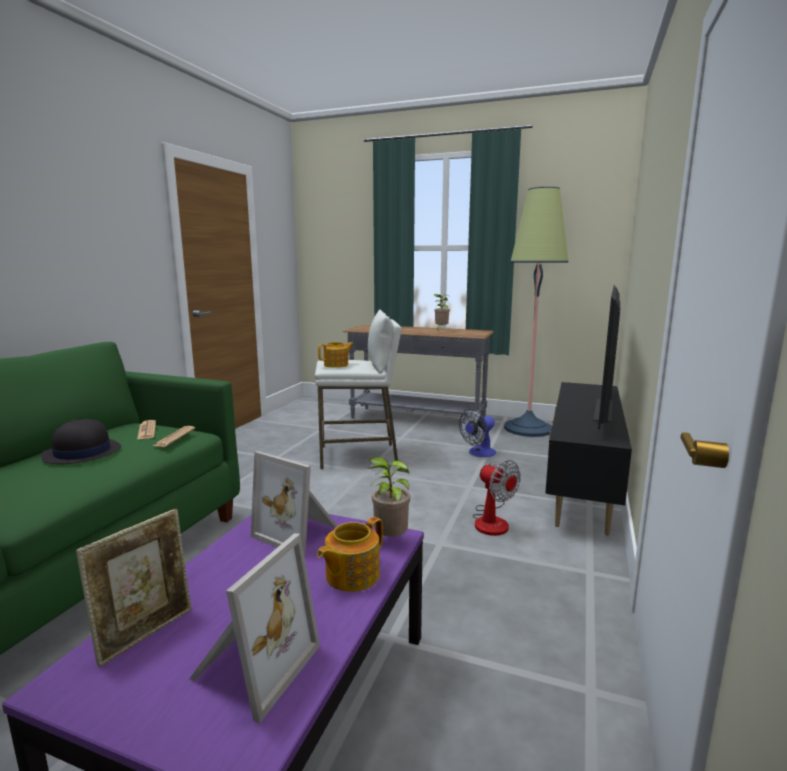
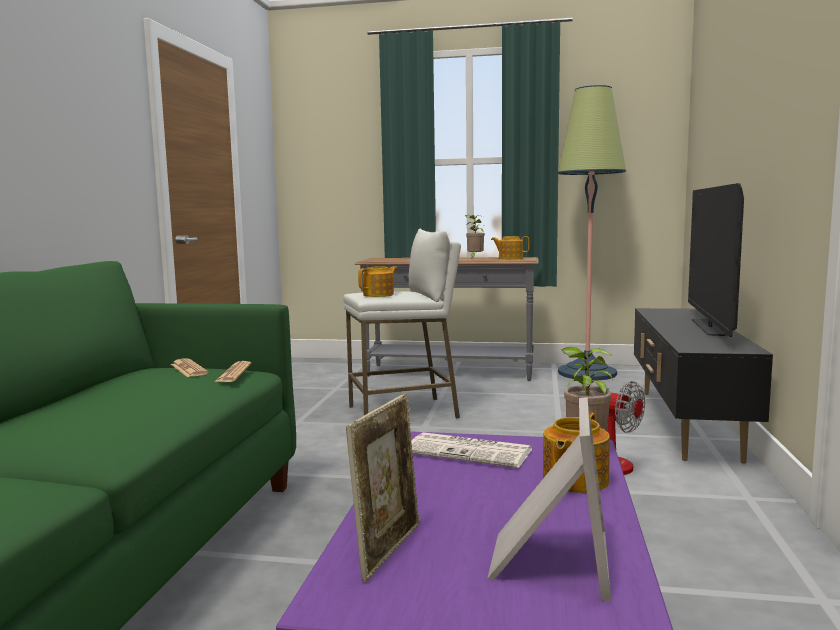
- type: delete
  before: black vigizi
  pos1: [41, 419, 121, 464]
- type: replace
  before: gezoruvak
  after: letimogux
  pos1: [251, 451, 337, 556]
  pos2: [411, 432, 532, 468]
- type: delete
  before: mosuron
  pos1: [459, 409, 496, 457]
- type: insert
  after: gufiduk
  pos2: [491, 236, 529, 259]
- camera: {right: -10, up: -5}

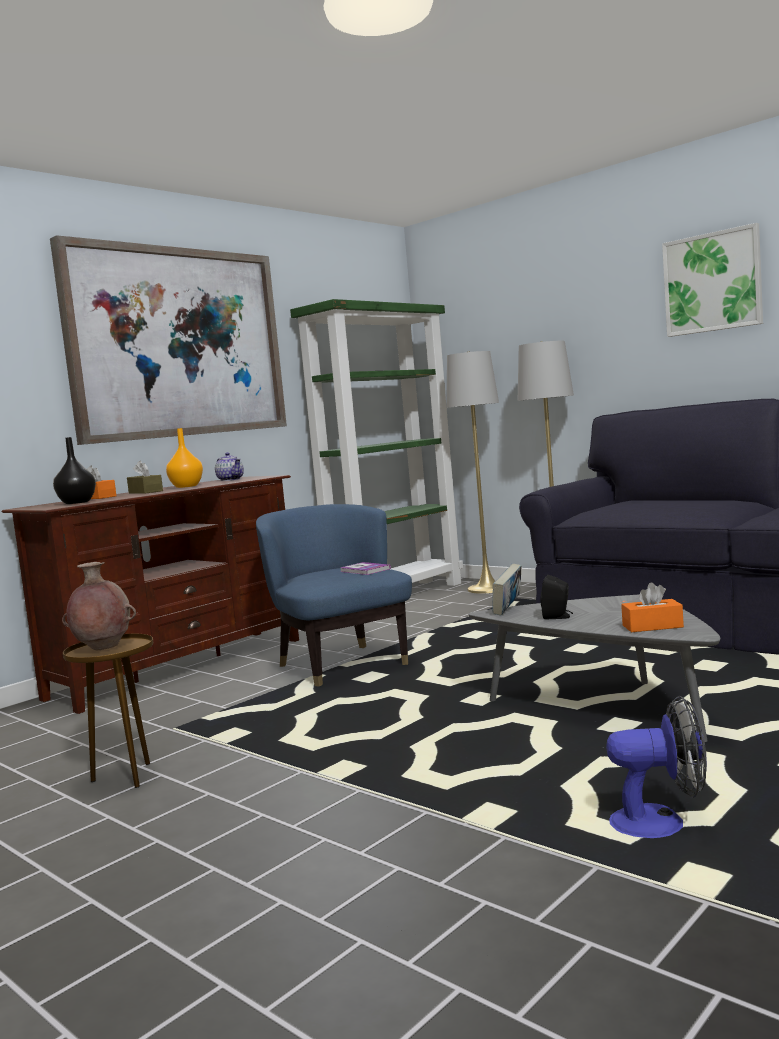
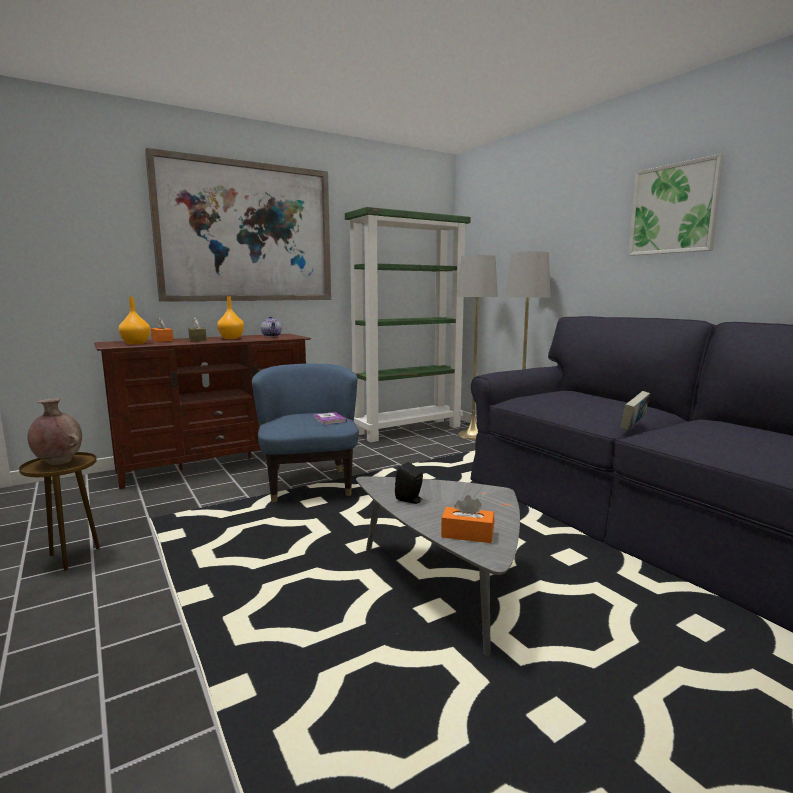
- type: recolor
  before: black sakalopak
  after: orange sakalopak
  pos1: [53, 437, 96, 504]
  pos2: [118, 297, 150, 344]
- type: move
  before: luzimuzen
  pos1: [492, 564, 522, 615]
  pos2: [621, 391, 650, 430]
- type: delete
  before: mosuron
  pos1: [606, 696, 707, 838]
- camera: {right: 15, up: 5}

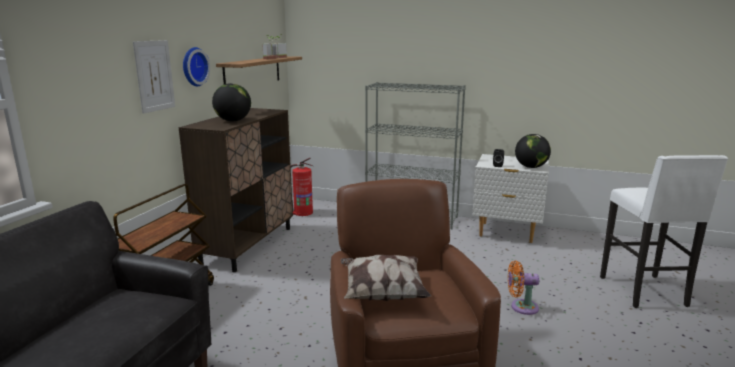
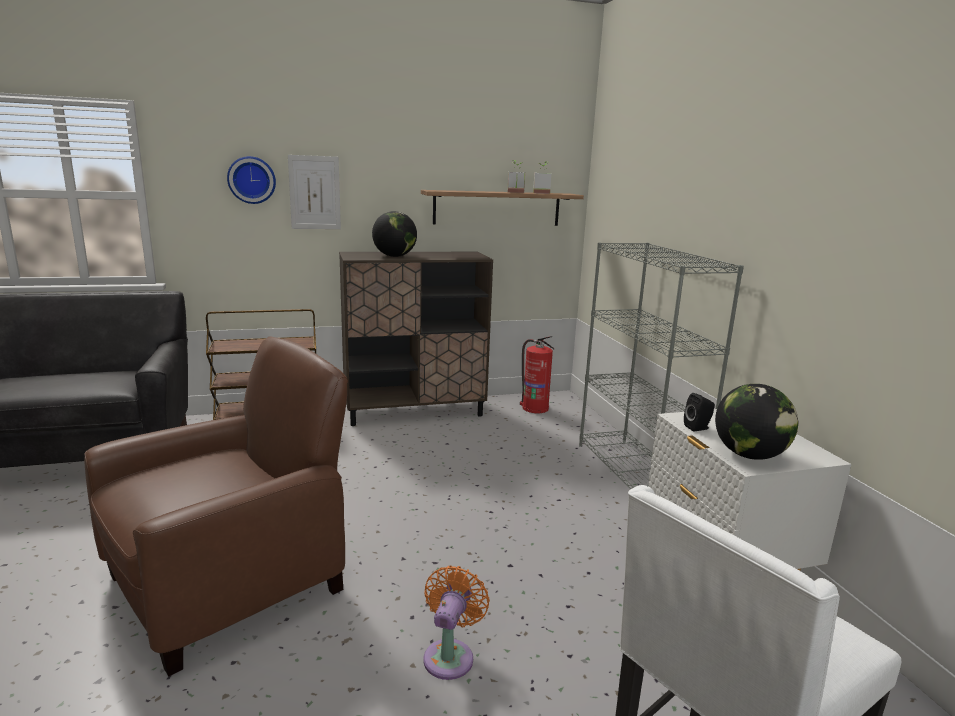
- type: move
  before: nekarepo
  pos1: [183, 47, 210, 86]
  pos2: [227, 156, 276, 204]
- type: delete
  before: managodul
  pos1: [341, 255, 431, 301]
- type: rotate
  before: orange mosuron
  pos1: [508, 261, 539, 315]
  pos2: [424, 566, 490, 680]
  turn: 45
- camera: {right: 55, up: 0}

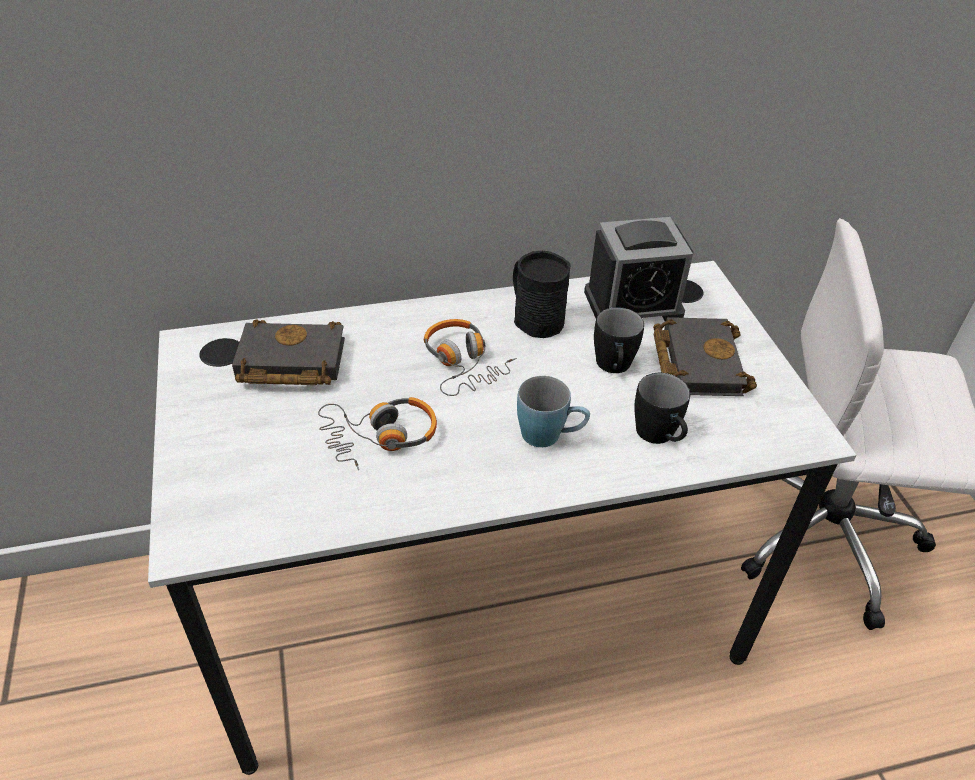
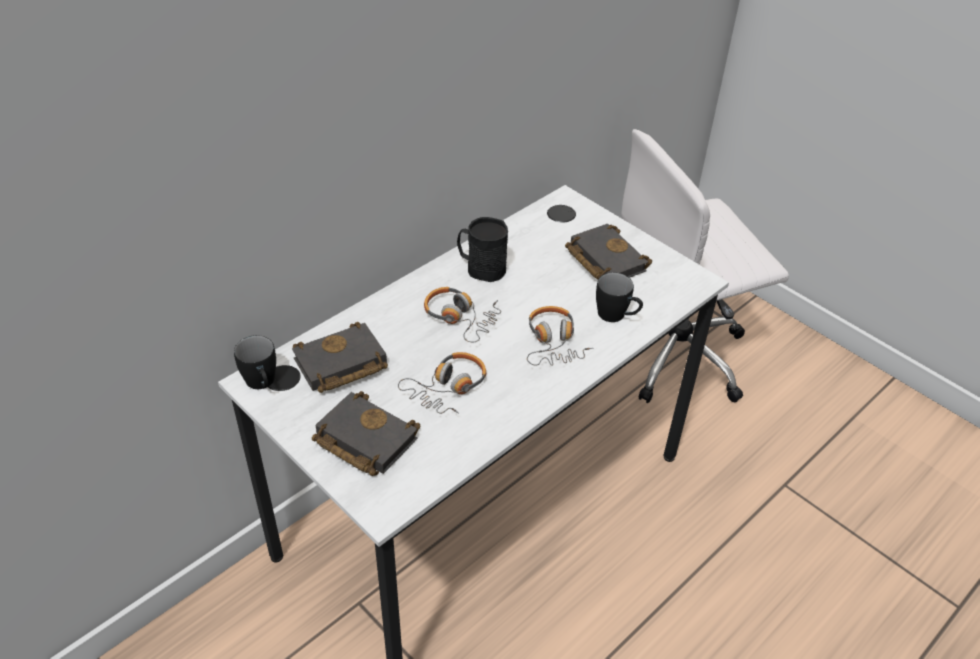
- type: replace
  before: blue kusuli
  after: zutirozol
  pos1: [517, 376, 590, 447]
  pos2: [527, 306, 593, 366]
- type: delete
  before: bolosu
  pos1: [584, 217, 693, 322]
- type: move
  before: black kusuli
  pos1: [594, 307, 644, 373]
  pos2: [234, 335, 276, 389]
- type: insert
  after: black luzimuzen
  pos2: [312, 391, 420, 476]
- camera: {right: -30, up: 0}

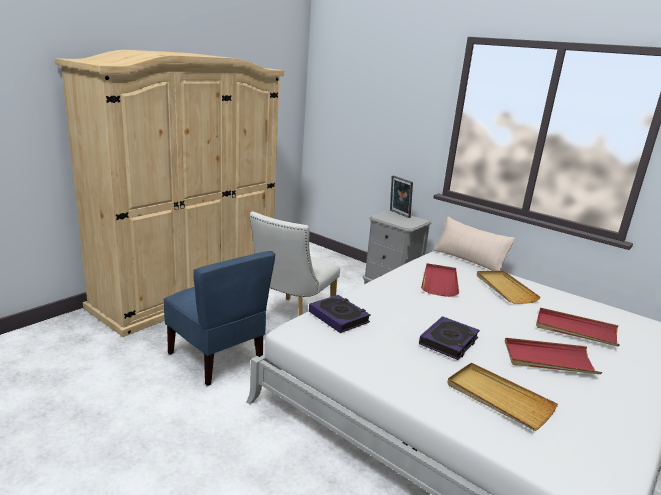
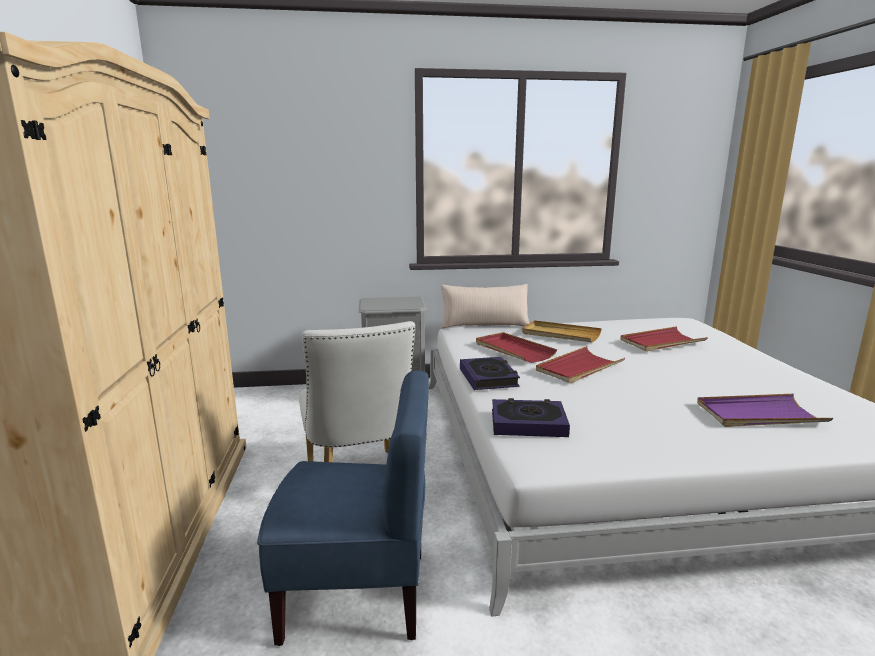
- type: delete
  before: gezoruvak
  pos1: [390, 175, 413, 218]
- type: move
  before: luzimuzen
  pos1: [419, 316, 480, 360]
  pos2: [460, 357, 520, 390]
- type: recolor
  before: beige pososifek
  after: purple pososifek
  pos1: [447, 363, 558, 431]
  pos2: [697, 394, 833, 427]
- type: move
  before: red pososifek
  pos1: [505, 338, 602, 374]
  pos2: [536, 346, 625, 384]
- camera: {right: -45, up: -5}

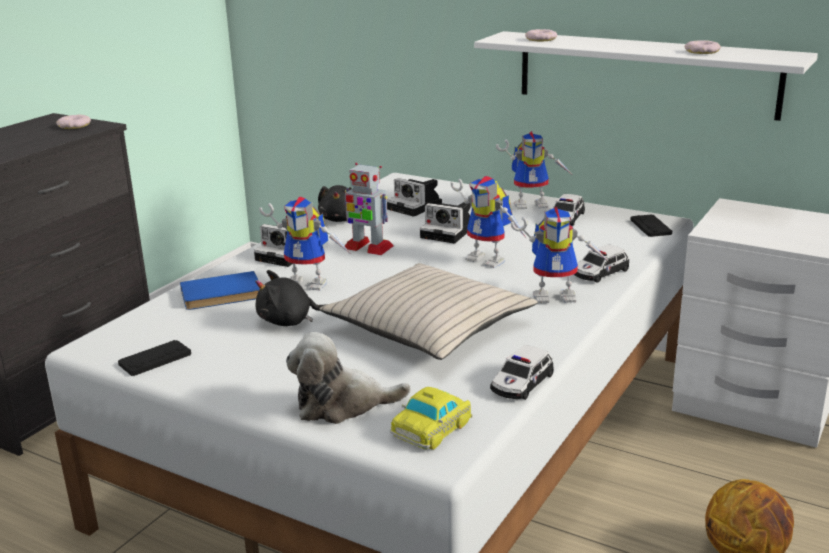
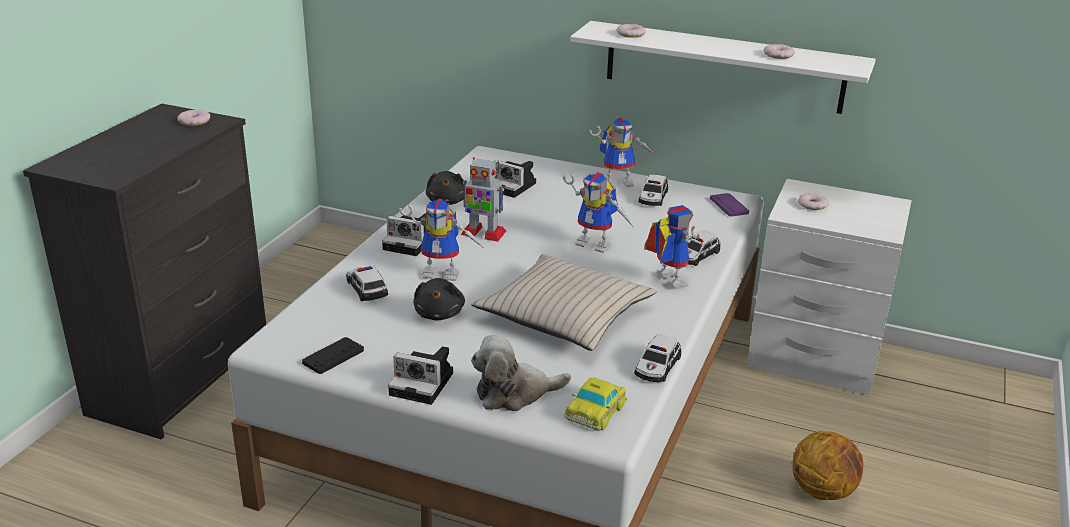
- type: replace
  before: blue luzimuzen
  after: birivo
  pos1: [180, 271, 260, 310]
  pos2: [346, 266, 388, 301]
- type: rotate
  before: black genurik
  pos1: [255, 270, 326, 326]
  pos2: [413, 278, 465, 320]
  turn: -75
- type: move
  before: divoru
  pos1: [420, 202, 471, 243]
  pos2: [388, 346, 453, 405]
- type: rotate
  before: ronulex
  pos1: [511, 207, 608, 303]
  pos2: [644, 205, 700, 289]
  turn: -105
- type: recolor
  before: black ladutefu
  after: purple ladutefu
  pos1: [630, 214, 672, 237]
  pos2: [710, 193, 749, 217]
- type: insert
  after: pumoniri
  pos2: [798, 193, 829, 210]
- camera: {right: -10, up: 5}

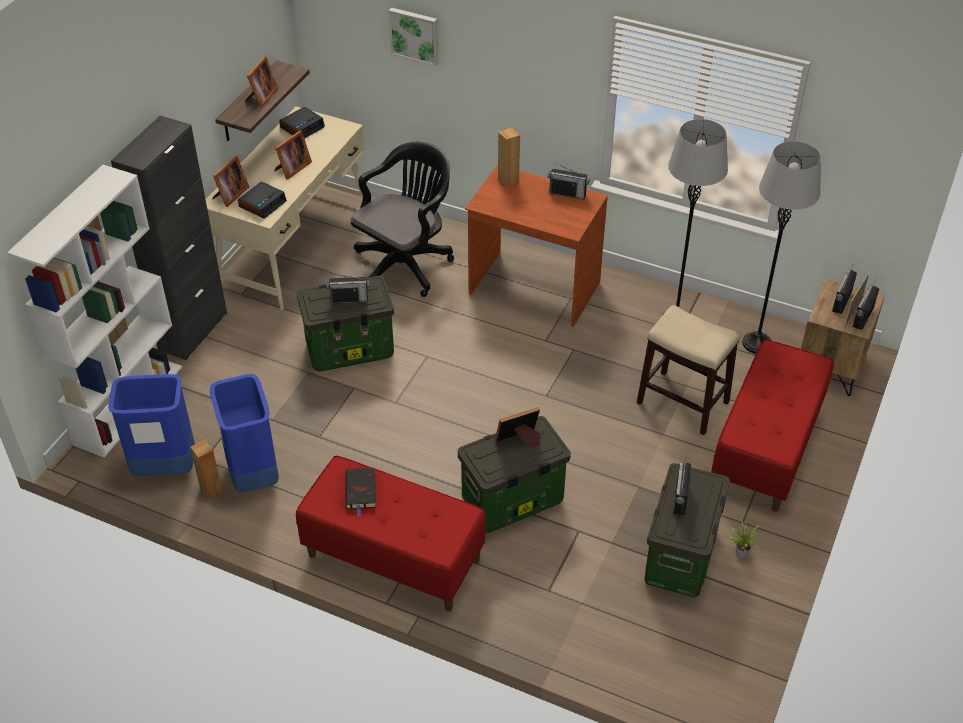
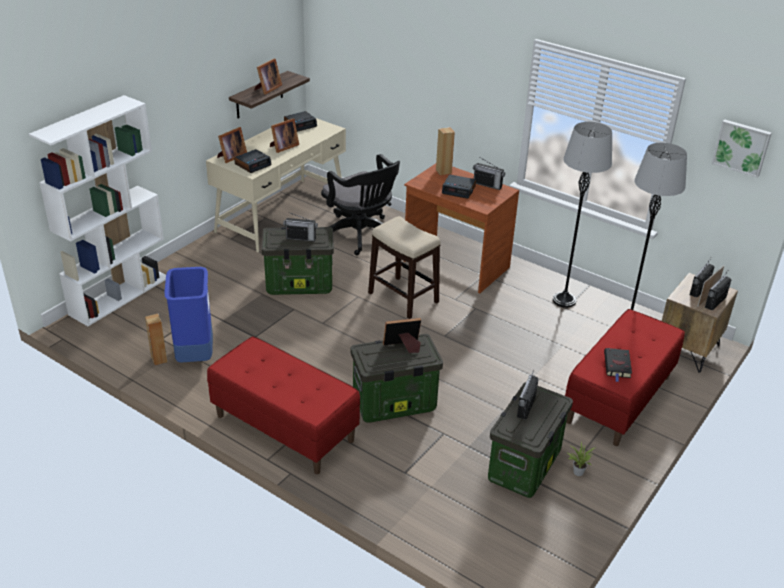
- type: delete
  before: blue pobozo
  pos1: [108, 374, 195, 476]
- type: delete
  before: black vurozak
  pos1: [111, 116, 227, 360]
- type: move
  before: black luzimuzen
  pos1: [345, 468, 376, 516]
  pos2: [604, 348, 632, 382]
- type: rotate
  before: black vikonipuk
  pos1: [351, 142, 454, 297]
  pos2: [321, 154, 400, 255]
  turn: 90
- type: move
  before: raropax
  pos1: [389, 8, 438, 66]
  pos2: [712, 119, 772, 178]
- type: move
  before: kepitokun
  pos1: [637, 305, 739, 435]
  pos2: [368, 216, 441, 319]
- type: insert
  after: bolosu
  pos2: [442, 174, 476, 199]
- camera: {right: 10, up: -10}

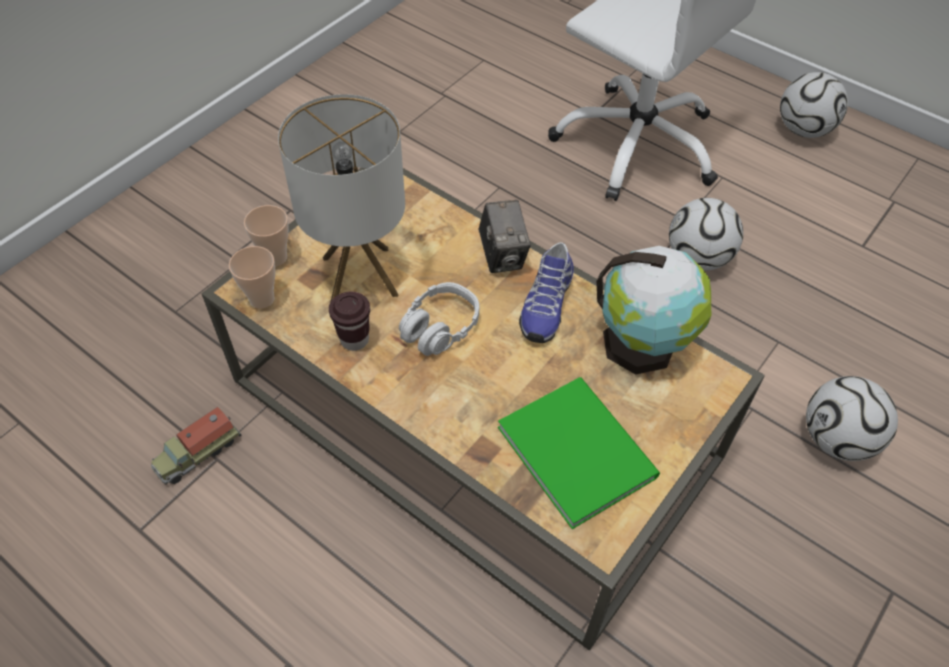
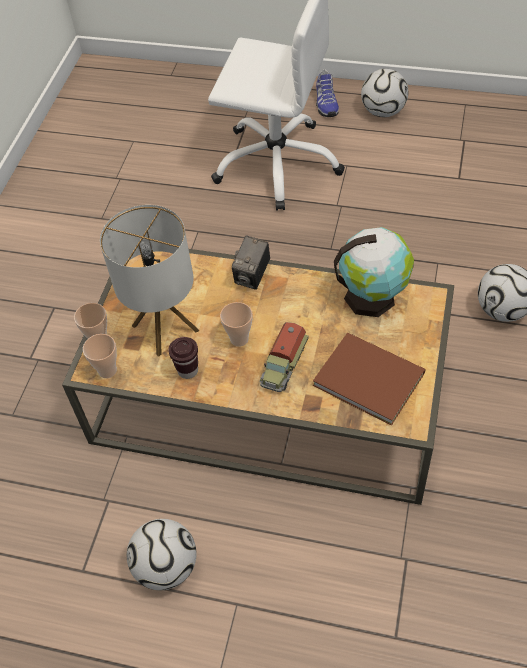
- type: move
  before: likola
  pos1: [151, 407, 241, 484]
  pos2: [260, 322, 309, 392]
- type: replace
  before: grey zutirozol
  after: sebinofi
  pos1: [399, 282, 479, 356]
  pos2: [220, 302, 253, 347]
- type: rotate
  before: divoru
  pos1: [478, 200, 531, 273]
  pos2: [232, 235, 270, 290]
  turn: 60
- type: recolor
  before: green luzimuzen
  after: brown luzimuzen
  pos1: [498, 377, 660, 529]
  pos2: [313, 333, 426, 425]
- type: move
  before: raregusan
  pos1: [519, 242, 574, 343]
  pos2: [316, 69, 339, 117]
- type: move
  before: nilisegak
  pos1: [669, 198, 743, 271]
  pos2: [127, 519, 196, 590]
- camera: {right: -20, up: 0}

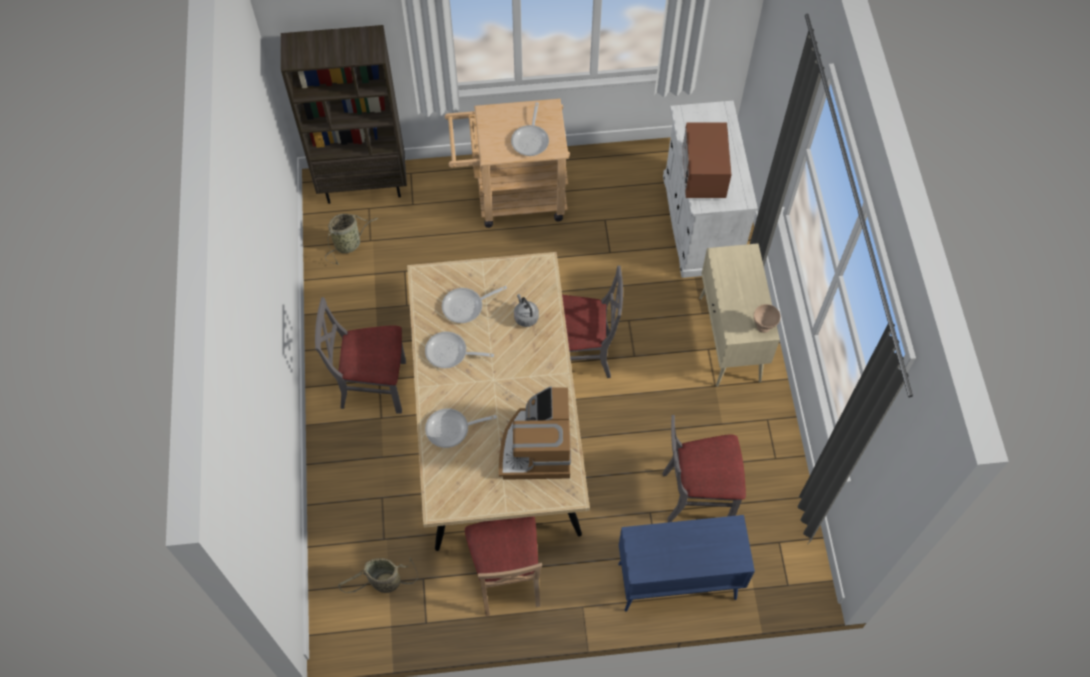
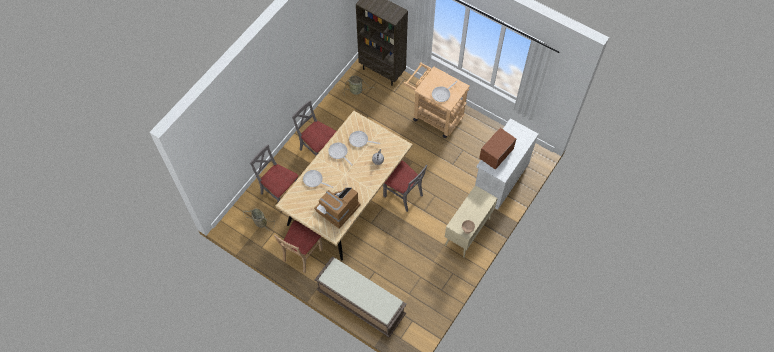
- type: replace
  before: blue vurozak
  after: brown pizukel
  pos1: [618, 515, 755, 612]
  pos2: [315, 256, 407, 338]
- type: move
  before: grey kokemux
  pos1: [663, 415, 746, 522]
  pos2: [250, 144, 298, 211]
- camera: {right: 40, up: 0}

